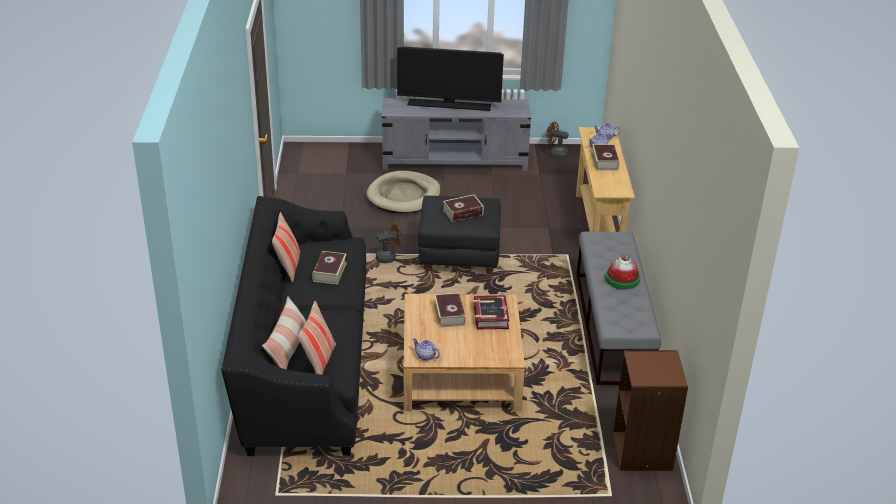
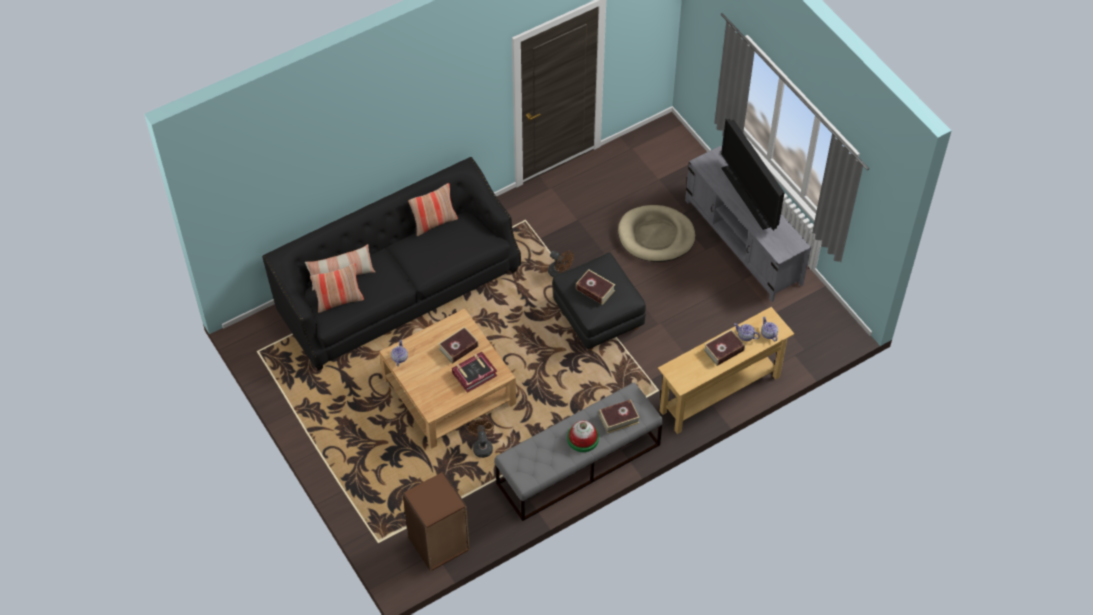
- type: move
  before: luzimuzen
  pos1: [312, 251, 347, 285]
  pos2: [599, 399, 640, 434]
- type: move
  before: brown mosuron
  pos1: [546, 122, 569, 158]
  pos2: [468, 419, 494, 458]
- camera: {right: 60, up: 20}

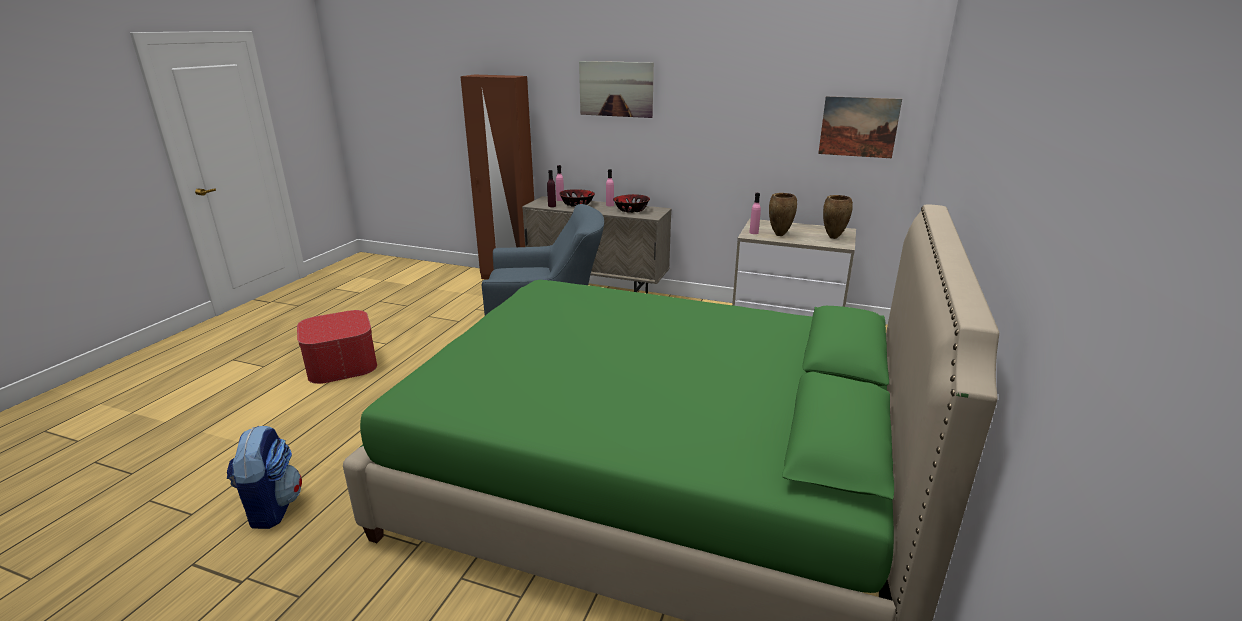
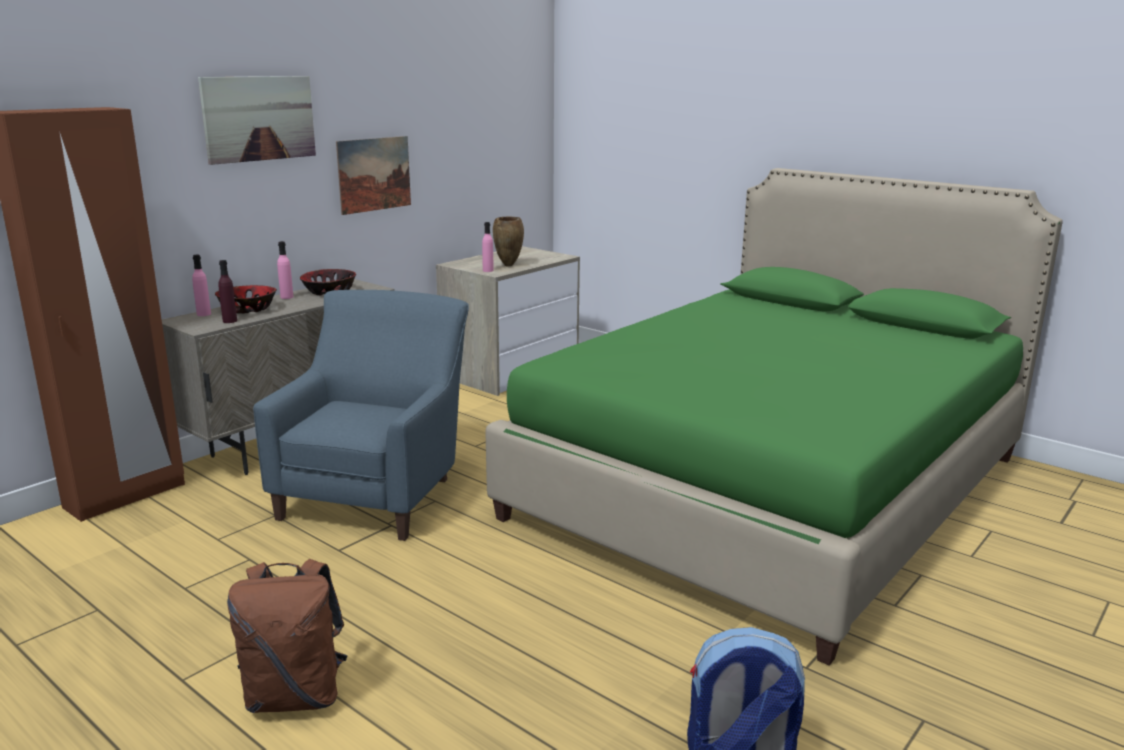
- type: replace
  before: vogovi
  after: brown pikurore
  pos1: [297, 310, 377, 384]
  pos2: [227, 559, 348, 713]
- type: move
  before: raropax
  pos1: [818, 96, 902, 158]
  pos2: [336, 136, 411, 215]
- type: delete
  before: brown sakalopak
  pos1: [823, 195, 853, 239]
- camera: {right: -70, up: -5}

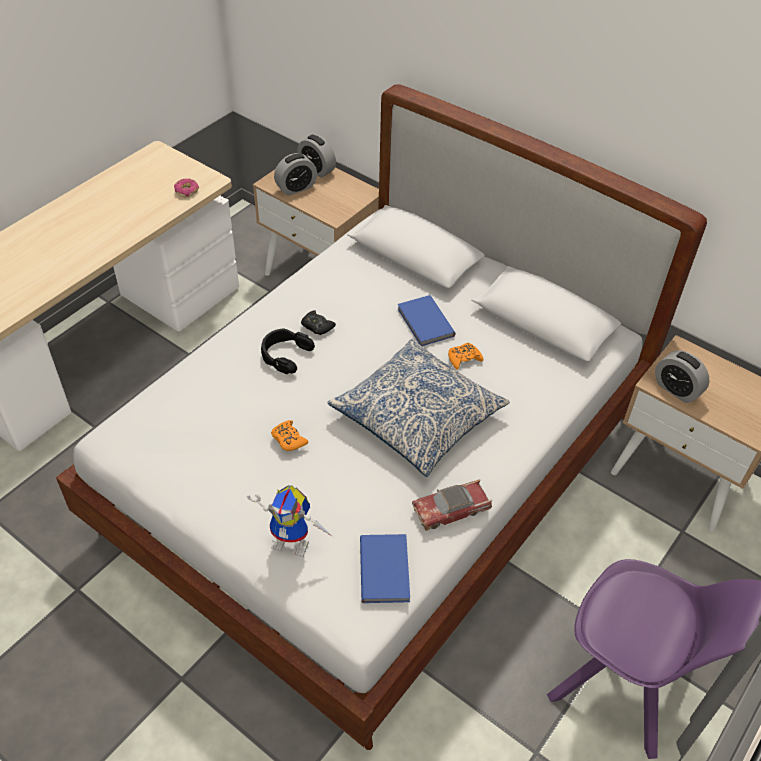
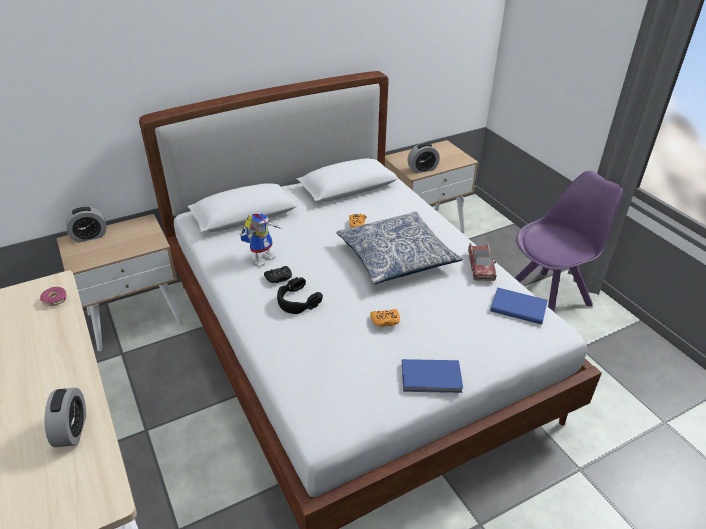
- type: move
  before: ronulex
  pos1: [247, 485, 333, 557]
  pos2: [239, 213, 282, 267]
- type: move
  before: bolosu
  pos1: [274, 153, 317, 196]
  pos2: [44, 388, 86, 447]
- type: move
  before: blue luzimuzen
  pos1: [398, 295, 456, 346]
  pos2: [402, 359, 463, 393]
- camera: {right: -65, up: -10}

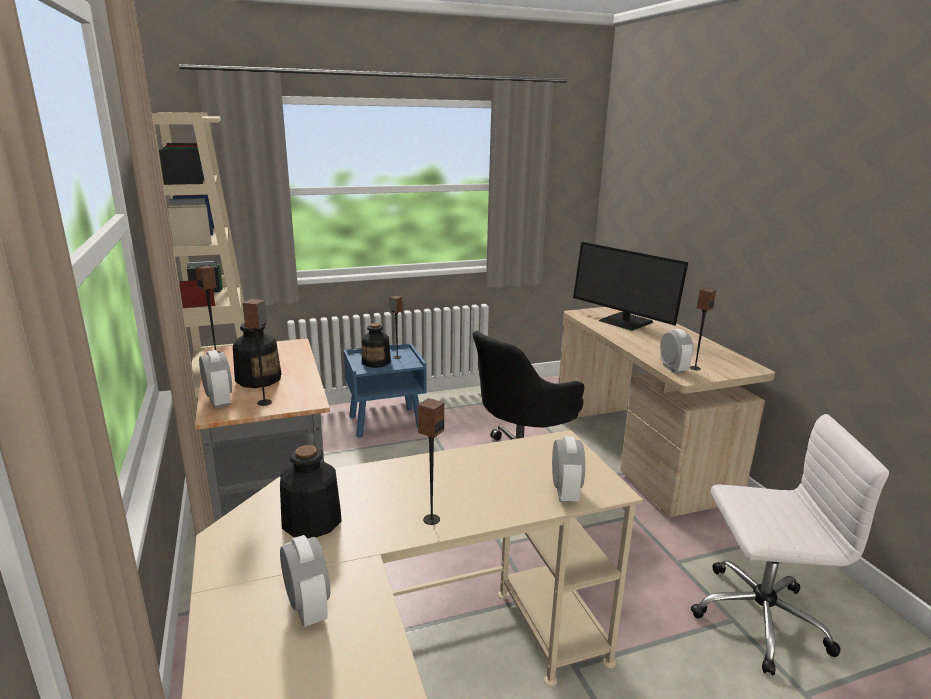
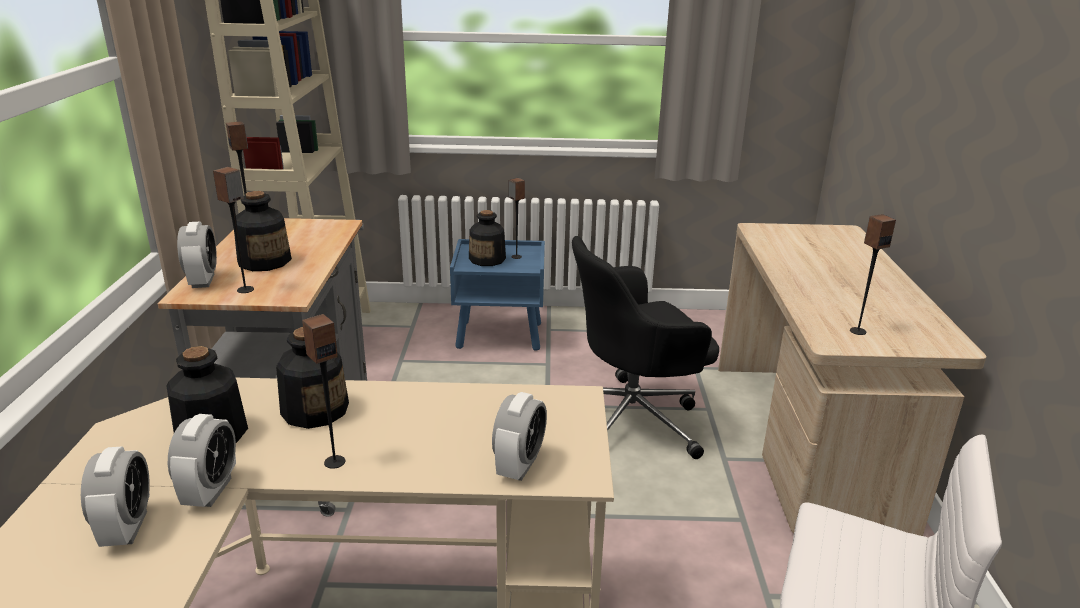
- type: delete
  before: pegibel
  pos1: [573, 242, 688, 331]
- type: move
  before: bolosu
  pos1: [660, 329, 693, 373]
  pos2: [168, 414, 236, 507]
- type: insert
  after: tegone
  pos2: [276, 327, 349, 429]
- camera: {right: 20, up: 5}

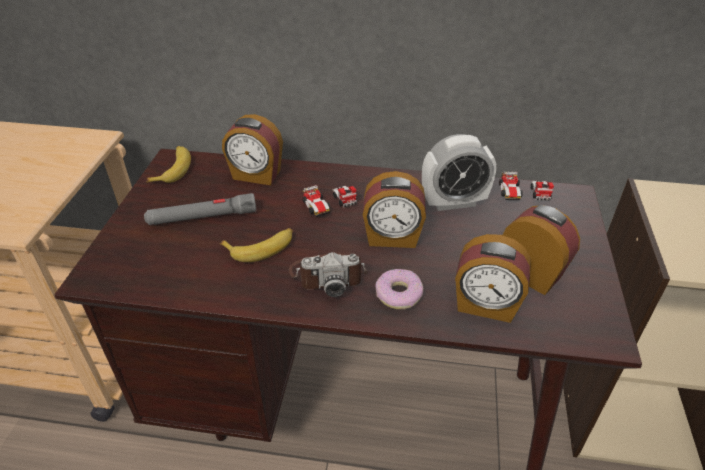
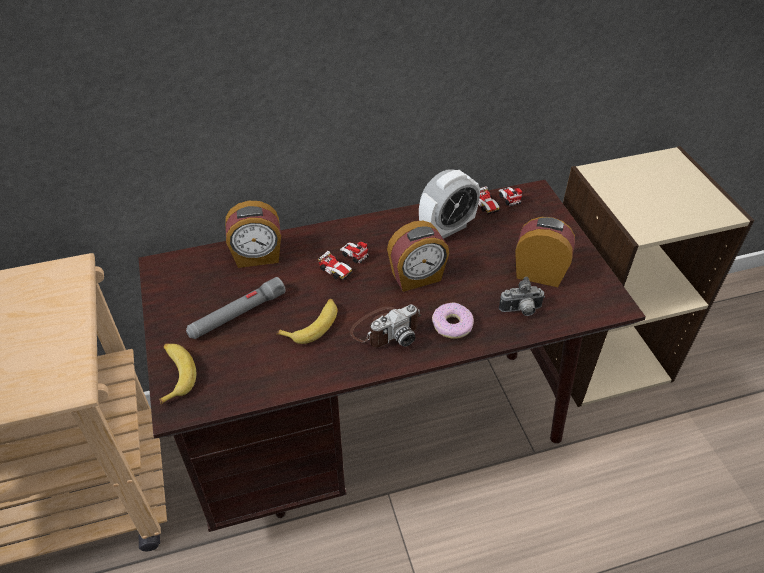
- type: move
  before: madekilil
  pos1: [146, 146, 191, 183]
  pos2: [160, 343, 196, 405]
- type: replace
  before: bolosu
  after: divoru
  pos1: [455, 234, 531, 323]
  pos2: [499, 277, 545, 316]
- camera: {right: -25, up: 5}

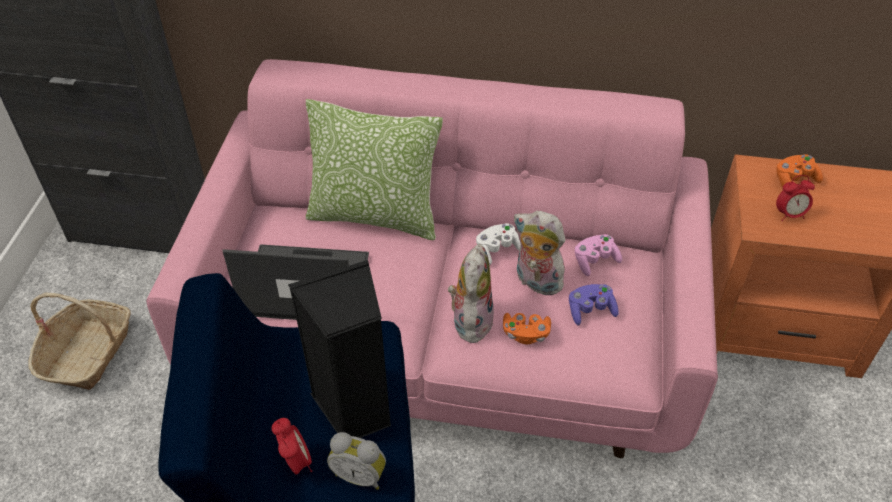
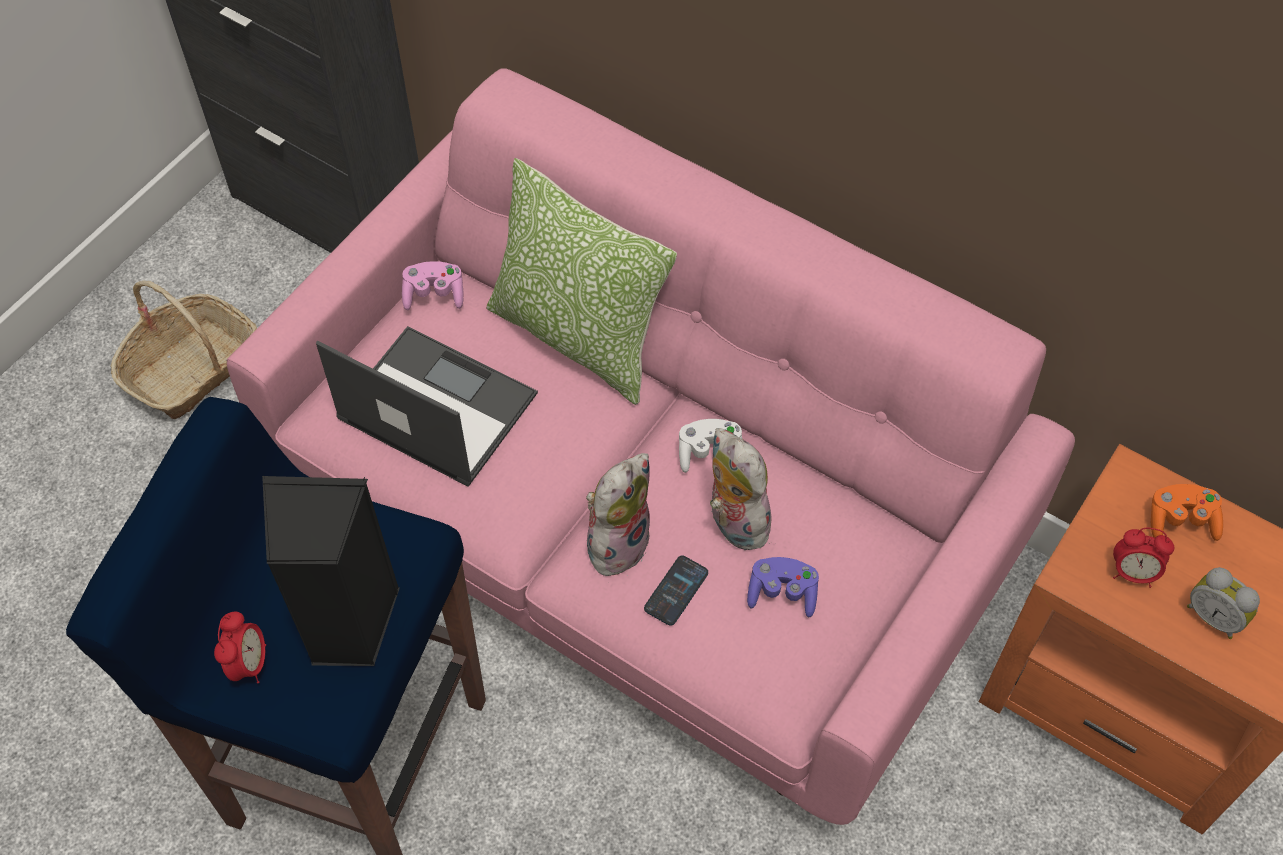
- type: move
  before: bolosu
  pos1: [327, 432, 386, 490]
  pos2: [1187, 567, 1260, 639]
- type: replace
  before: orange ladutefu
  after: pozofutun
  pos1: [503, 313, 551, 344]
  pos2: [644, 556, 708, 626]
- type: move
  before: pink ladutefu
  pos1: [575, 234, 622, 276]
  pos2: [402, 261, 464, 310]
- camera: {right: 25, up: 10}

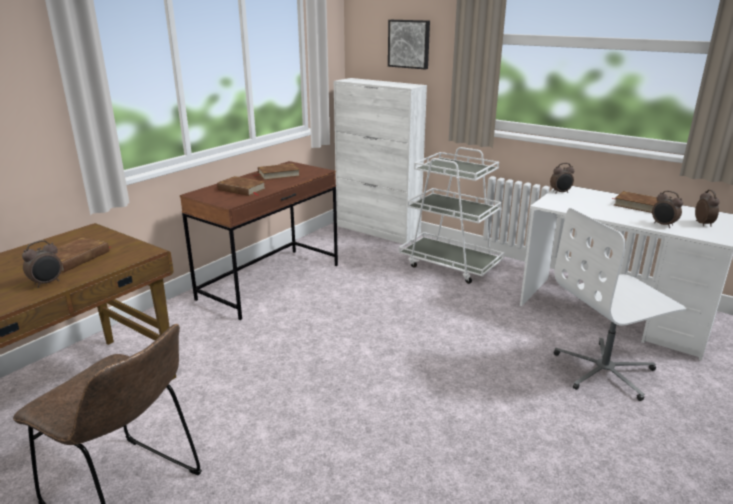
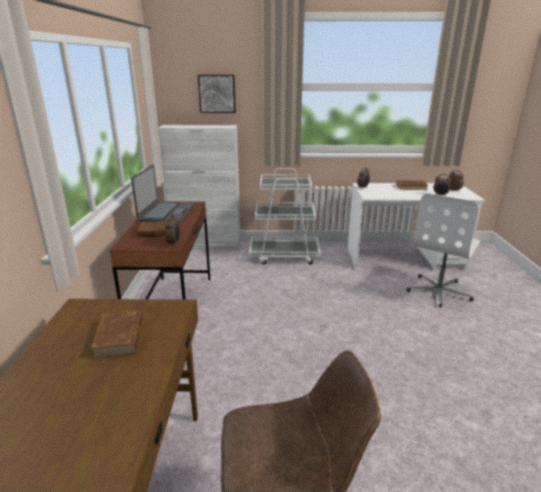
- type: move
  before: bolosu
  pos1: [22, 240, 62, 288]
  pos2: [165, 214, 180, 246]
- type: replace
  before: brown luzimuzen
  after: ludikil
  pos1: [254, 163, 300, 180]
  pos2: [131, 165, 194, 223]
- camera: {right: -35, up: 0}

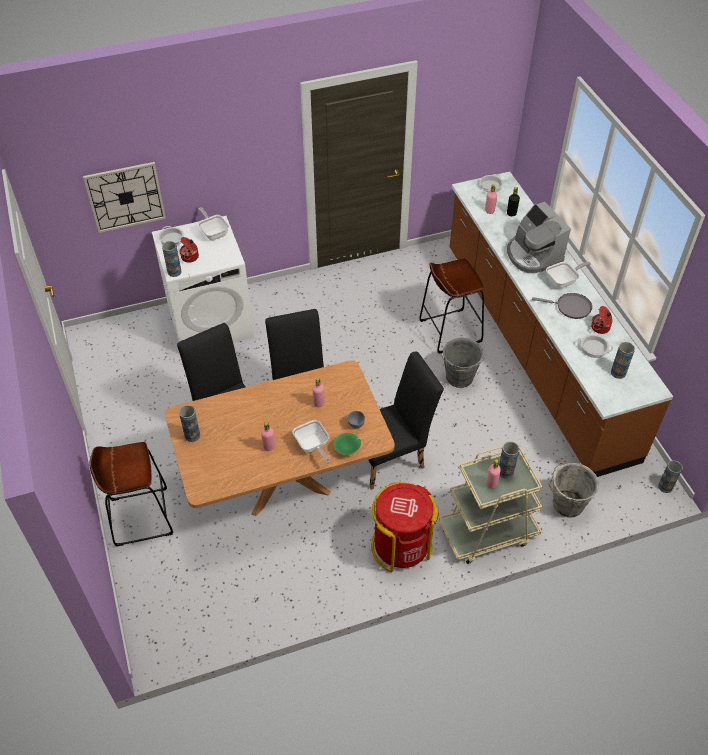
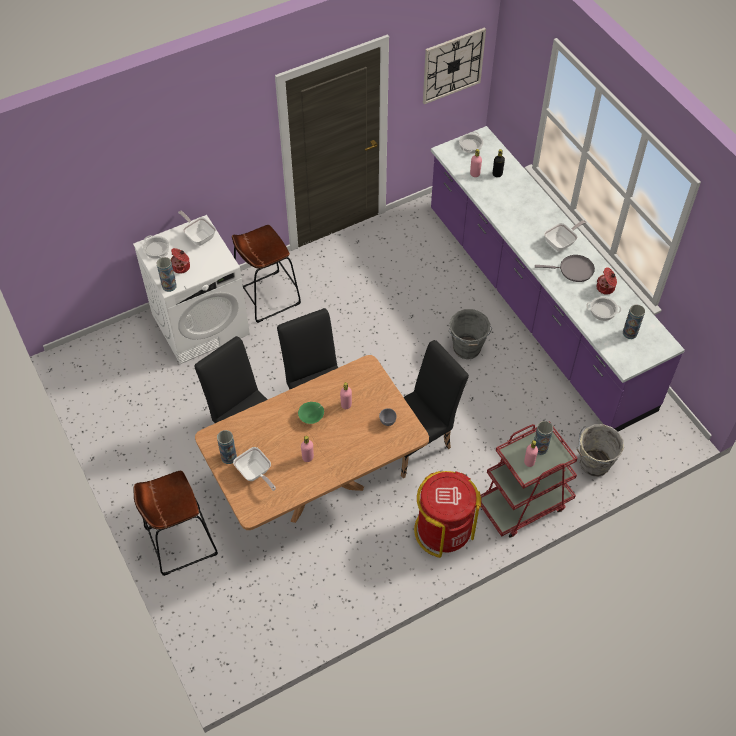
- type: move
  before: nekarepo
  pos1: [83, 162, 166, 233]
  pos2: [423, 27, 486, 104]
- type: move
  before: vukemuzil
  pos1: [292, 420, 330, 463]
  pos2: [233, 447, 276, 491]
- type: move
  before: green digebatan
  pos1: [334, 433, 361, 455]
  pos2: [298, 402, 324, 424]
- type: move
  before: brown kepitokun
  pos1: [419, 259, 484, 354]
  pos2: [232, 225, 301, 323]
- type: recolor
  before: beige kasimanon
  after: red kasimanon
  pos1: [439, 446, 542, 564]
  pos2: [481, 421, 578, 538]
- type: recolor
  before: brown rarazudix
  after: purple rarazudix
  pos1: [449, 171, 673, 477]
  pos2: [431, 126, 685, 432]
- type: delete
  before: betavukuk
  pos1: [507, 202, 571, 273]
- type: delete
  before: sakalopak
  pos1: [658, 460, 683, 493]
- camera: {right: -10, up: 5}

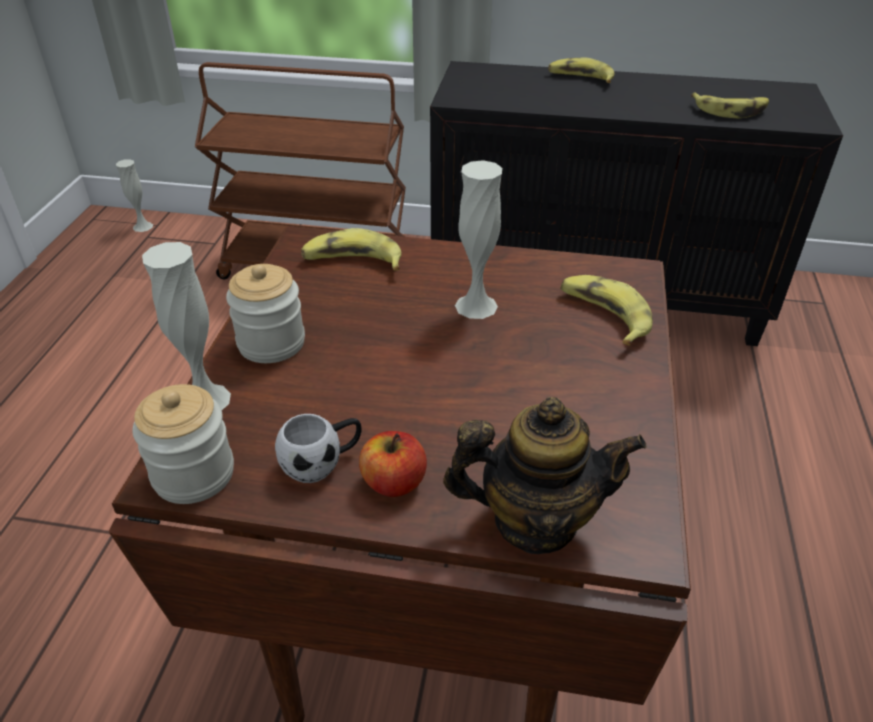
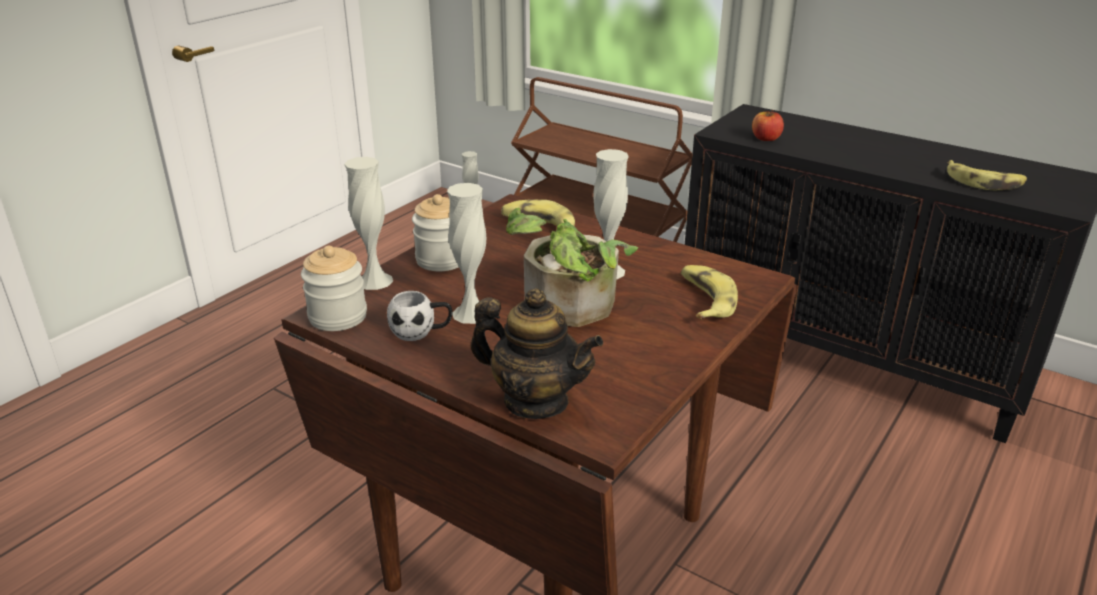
- type: move
  before: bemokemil
  pos1: [359, 431, 427, 497]
  pos2: [752, 109, 784, 141]
- type: delete
  before: madekilil
  pos1: [548, 57, 614, 83]
- type: insert
  after: white sakalopak
  pos2: [447, 183, 486, 324]
- type: insert
  after: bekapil
  pos2: [506, 208, 639, 327]
- camera: {right: 25, up: -10}

